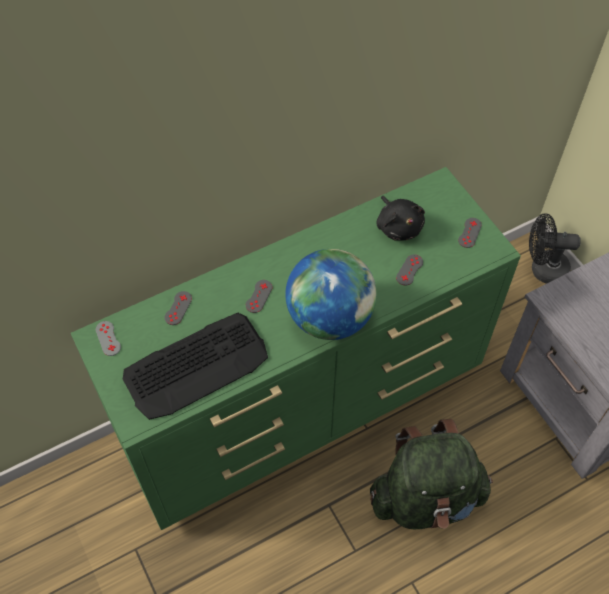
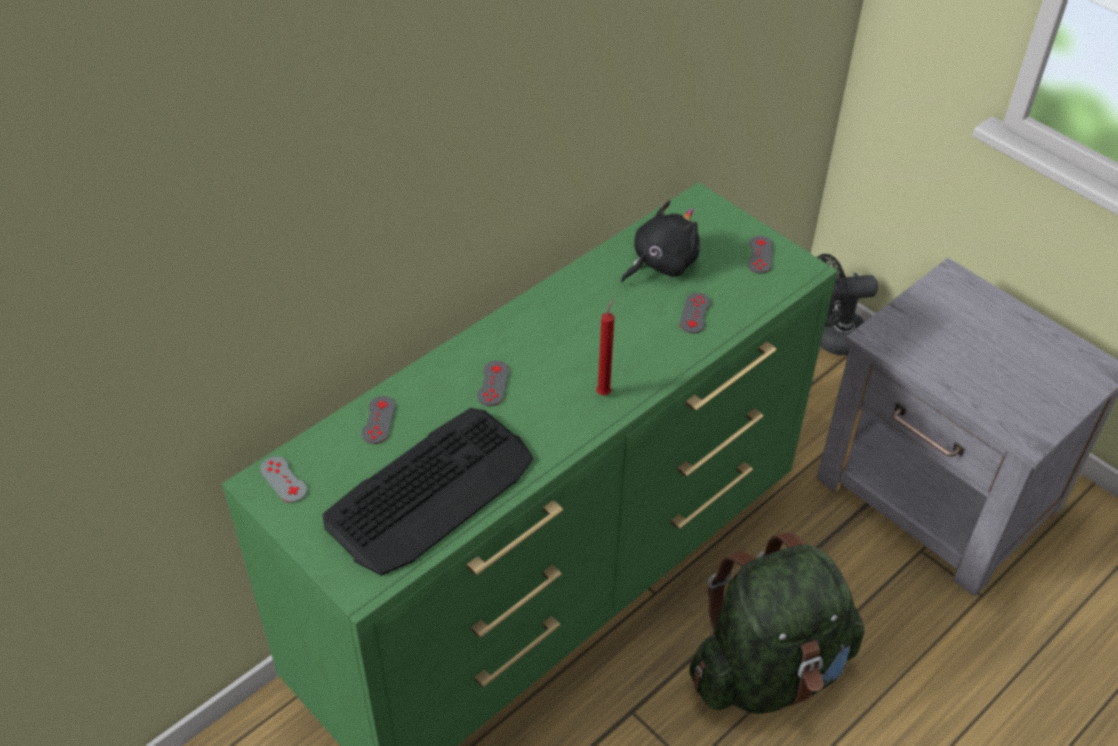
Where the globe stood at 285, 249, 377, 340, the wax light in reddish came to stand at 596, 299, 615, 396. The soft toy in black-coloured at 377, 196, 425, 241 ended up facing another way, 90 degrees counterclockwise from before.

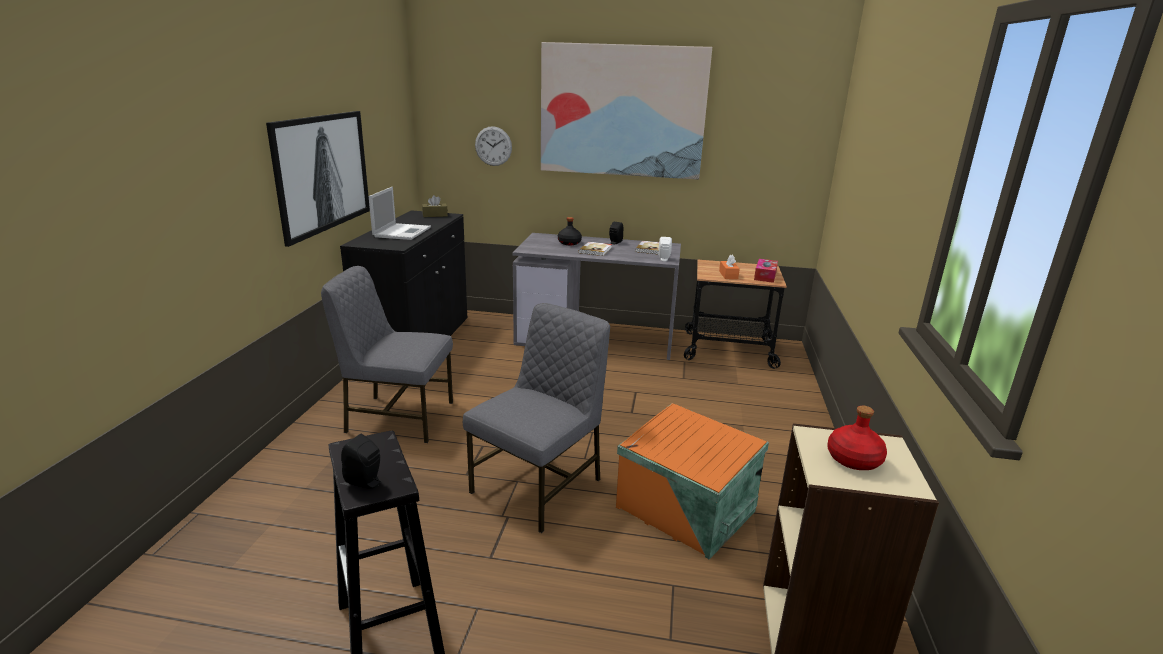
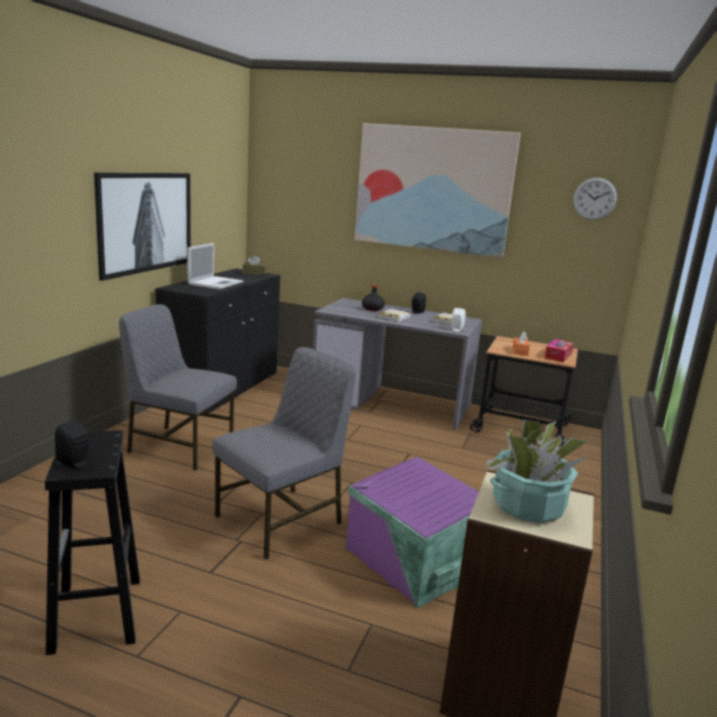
What was the storage bin in orange-coloured at 616, 403, 769, 559 turned into the storage bin in purple at 346, 457, 479, 608. Where the bottle in reddish stood at 827, 406, 887, 470, the plant in a pot came to stand at 487, 420, 588, 523. The clock on the wall ended up elsewhere, having gone from 475, 126, 512, 166 to 573, 178, 617, 220.

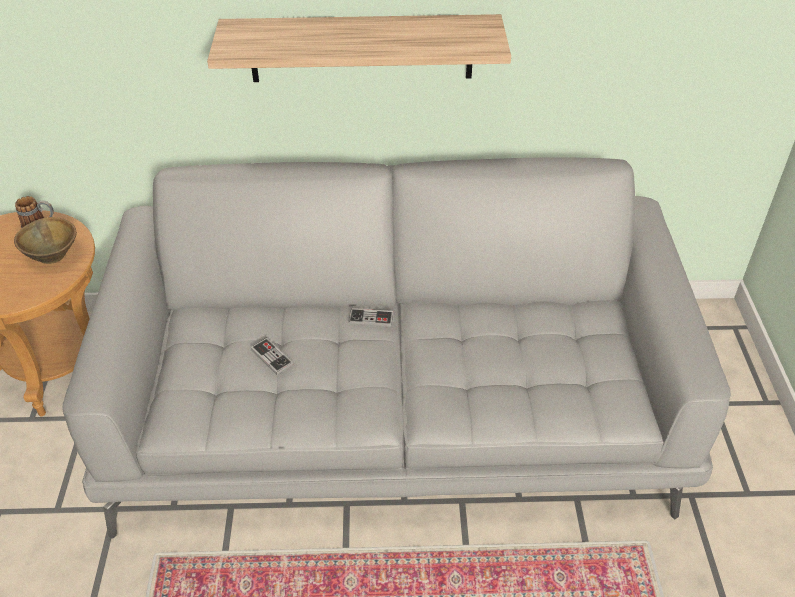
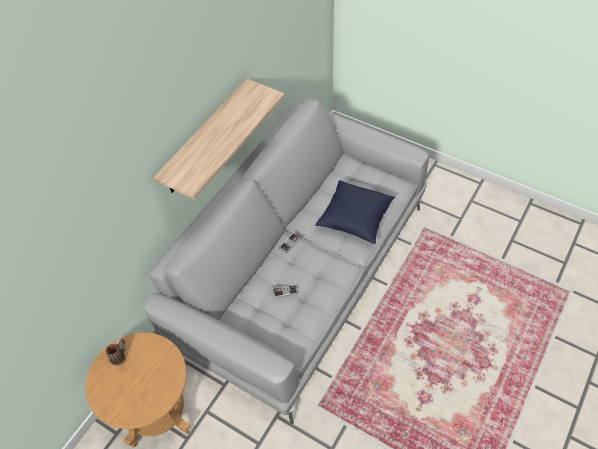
The second view gained the cushion in blue-coloured at 315, 180, 395, 244. The second view lost the bowl in brown-coloured at 14, 217, 77, 264.

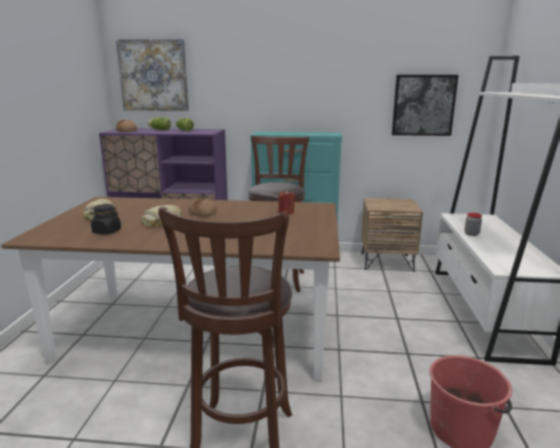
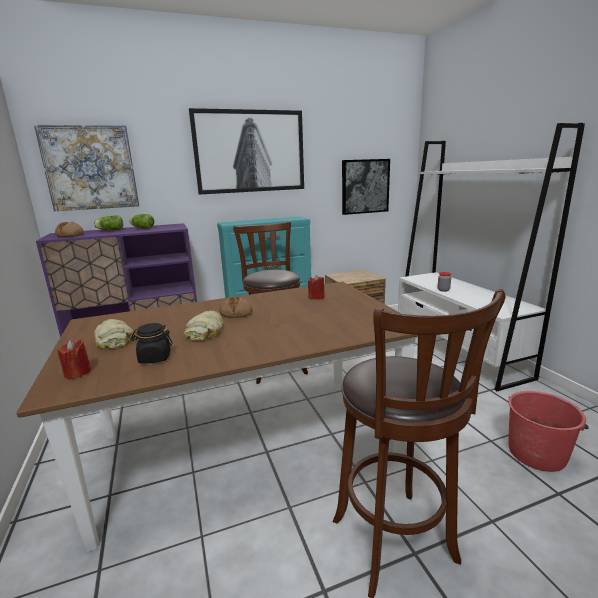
The second view gained the wax light in reddish at 58, 339, 91, 379. The second view gained the wall art at 189, 108, 304, 195.

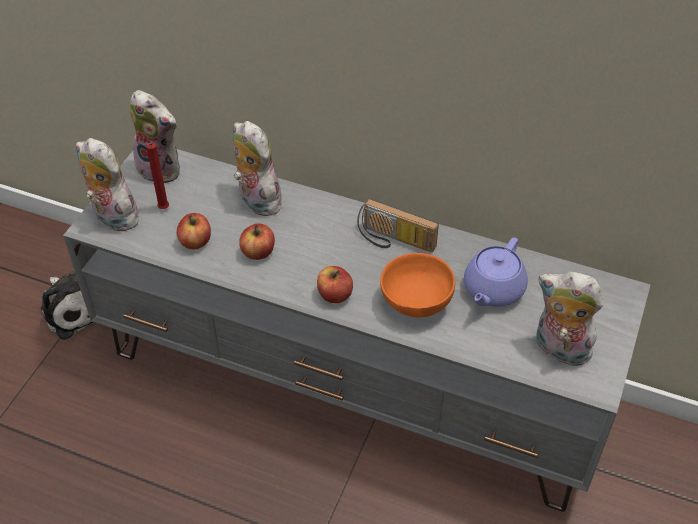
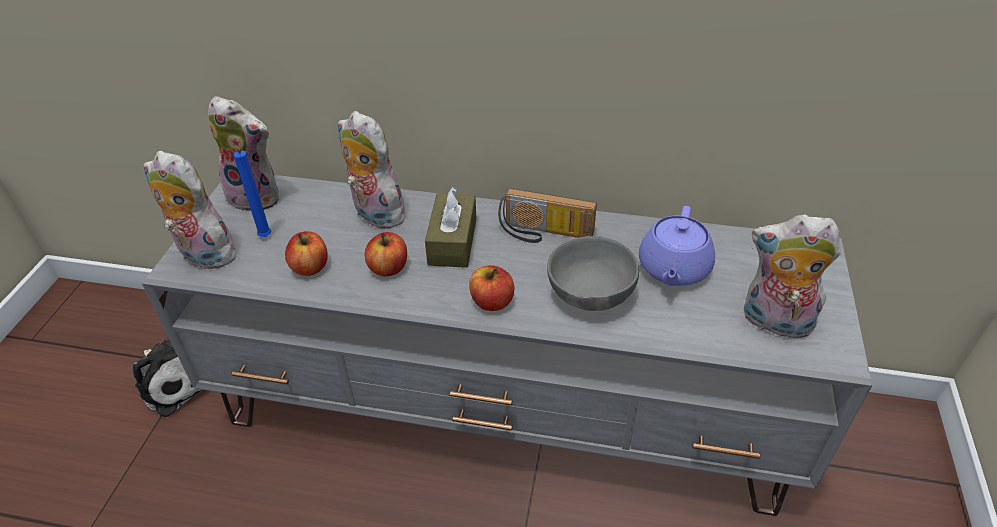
What was the wax light in reddish at 146, 142, 169, 209 turned into the wax light in blue-coloured at 234, 149, 271, 237. The second view gained the tissue box in brown-coloured at 425, 187, 476, 268. What was the bowl in orange-coloured at 380, 253, 455, 318 turned into the bowl in greyish at 547, 236, 639, 311.

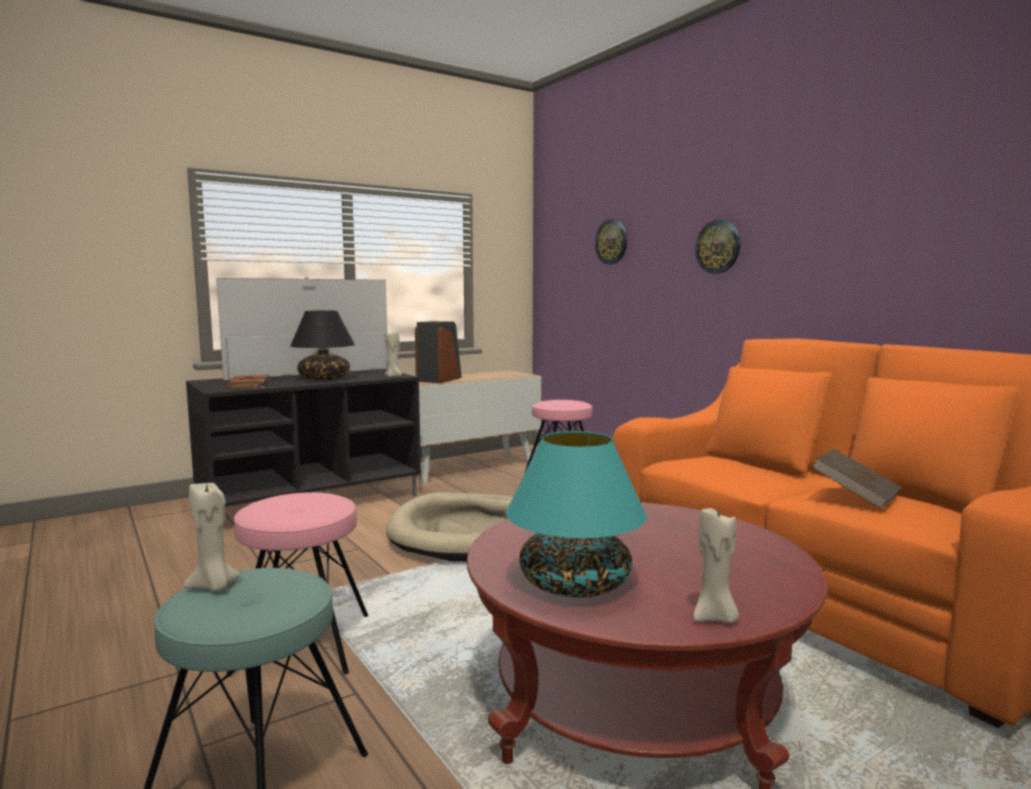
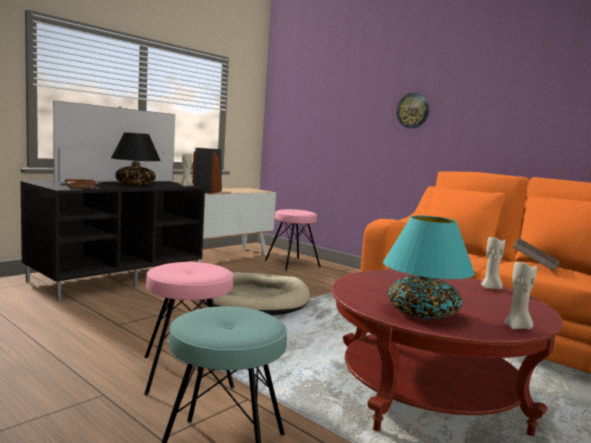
The wax light in beige-coloured ended up elsewhere, having gone from 184, 480, 241, 591 to 481, 237, 505, 289. The second view lost the clock on the wall at 595, 219, 627, 264.

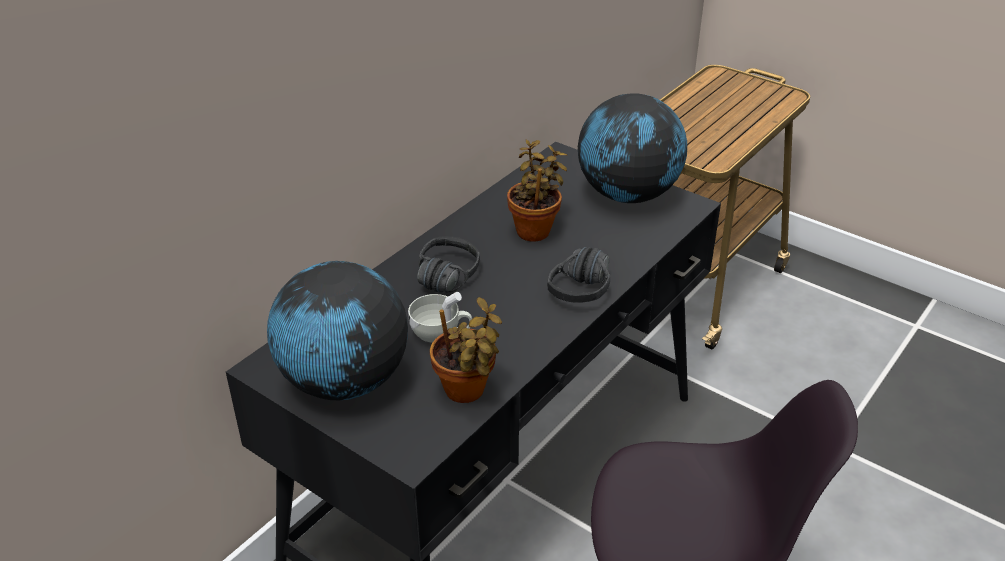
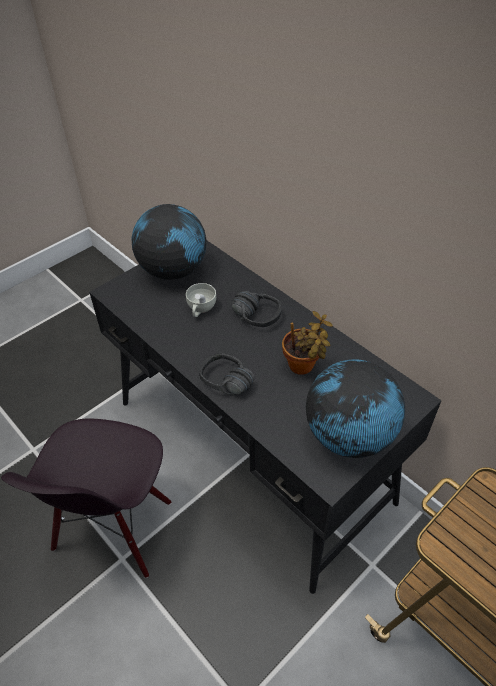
The second view lost the plant in a pot at 430, 297, 502, 403.

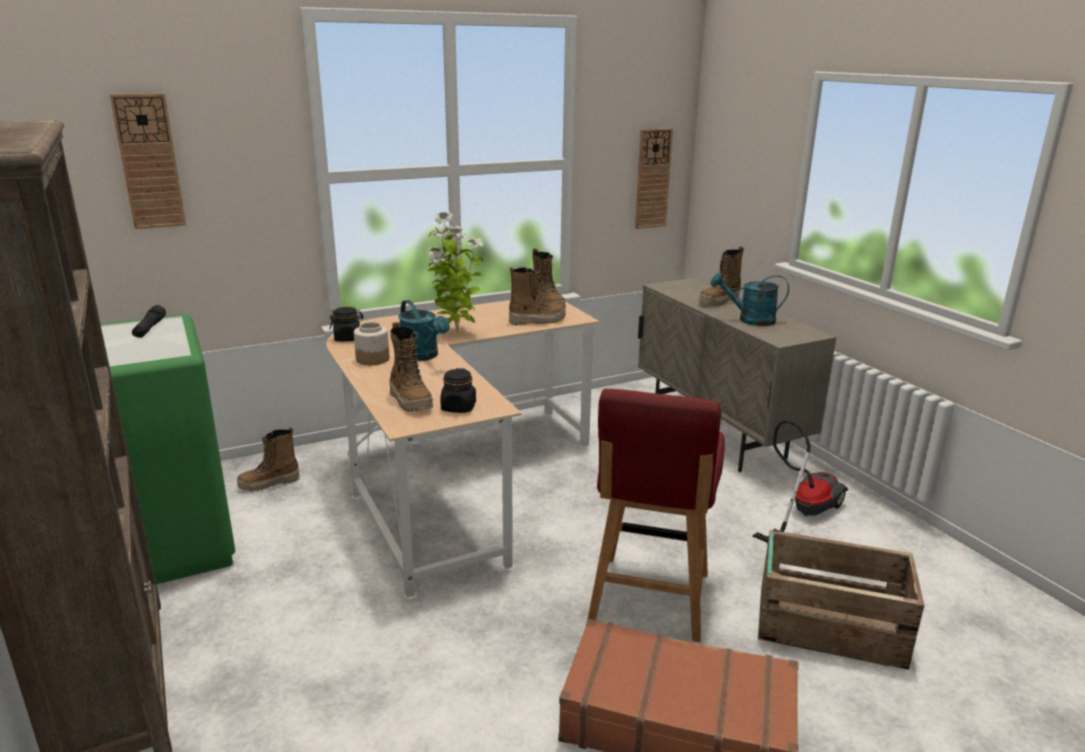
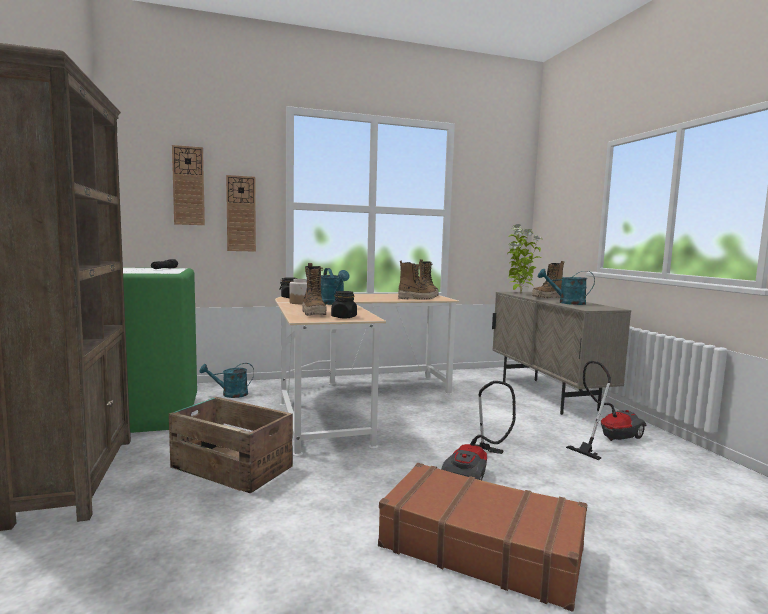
The crate ended up elsewhere, having gone from 758, 530, 924, 670 to 169, 397, 293, 494. Where the tall boot stood at 237, 427, 300, 492, the watering can in turquoise came to stand at 199, 363, 254, 398. The clock on the wall ended up elsewhere, having gone from 635, 128, 673, 229 to 226, 175, 256, 252. Where the upright chair in reddish stood at 587, 389, 725, 642, the vacuum came to stand at 441, 381, 516, 480. The plant in a pot ended up elsewhere, having gone from 427, 212, 484, 333 to 507, 224, 543, 292.

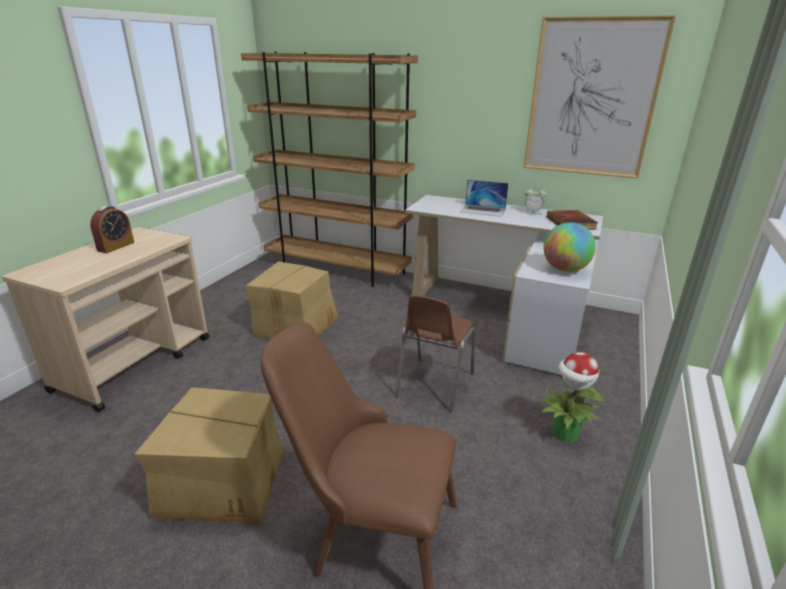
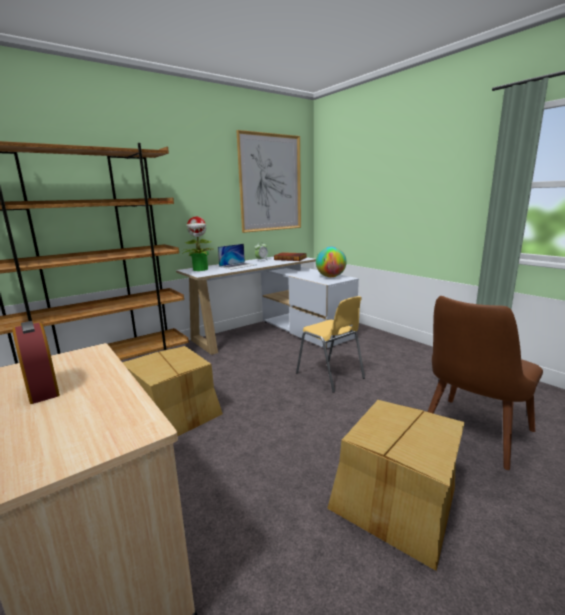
The plant in a pot ended up elsewhere, having gone from 538, 352, 605, 443 to 183, 216, 215, 271. What was the upright chair in brown-coloured at 395, 295, 475, 412 turned into the upright chair in yellow at 296, 296, 365, 393.

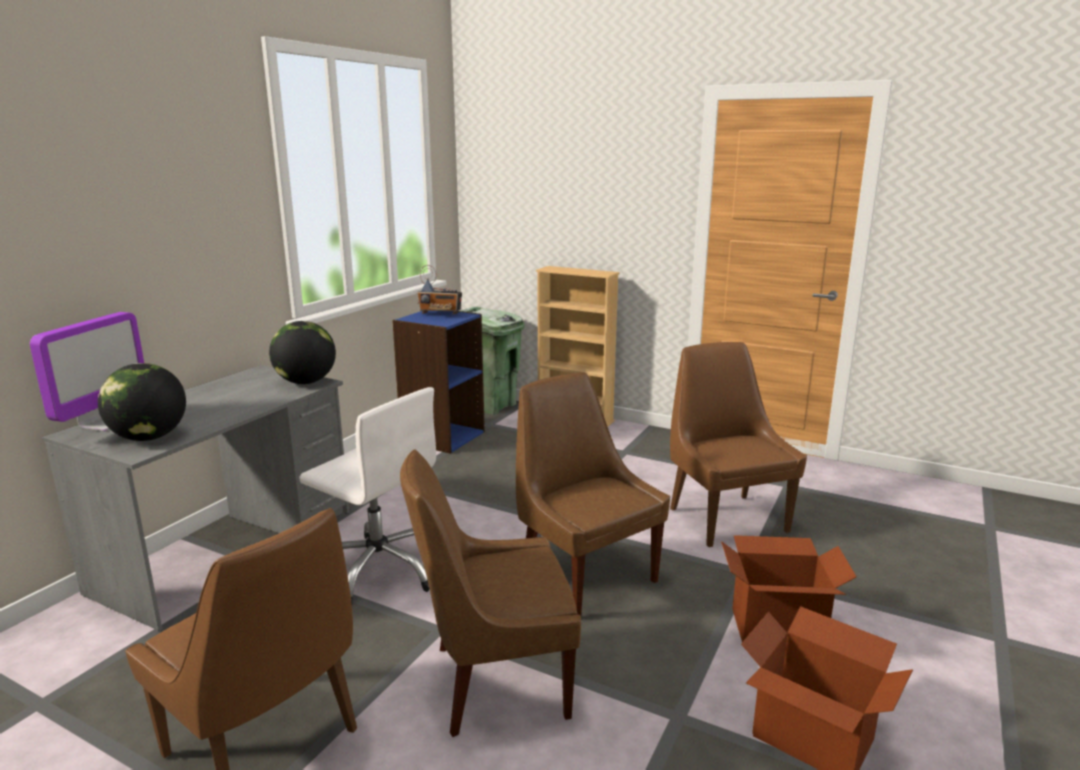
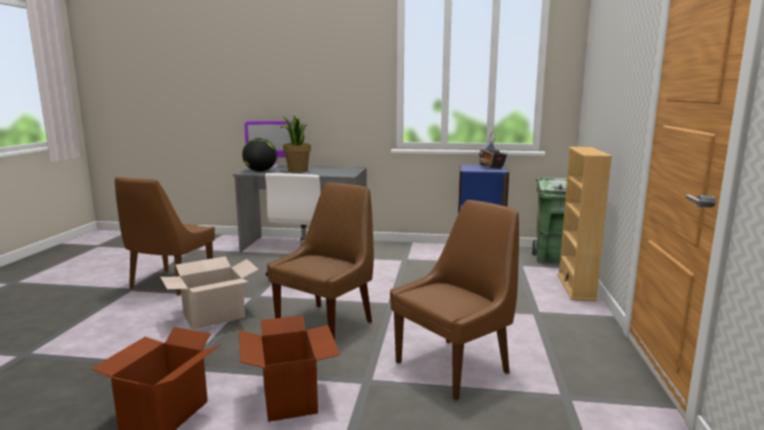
Where the upright chair in brown-coloured stood at 400, 450, 581, 737, the carton came to stand at 160, 256, 259, 329. The second view gained the plant in a pot at 280, 115, 311, 172. The second view lost the globe at 269, 321, 336, 384.

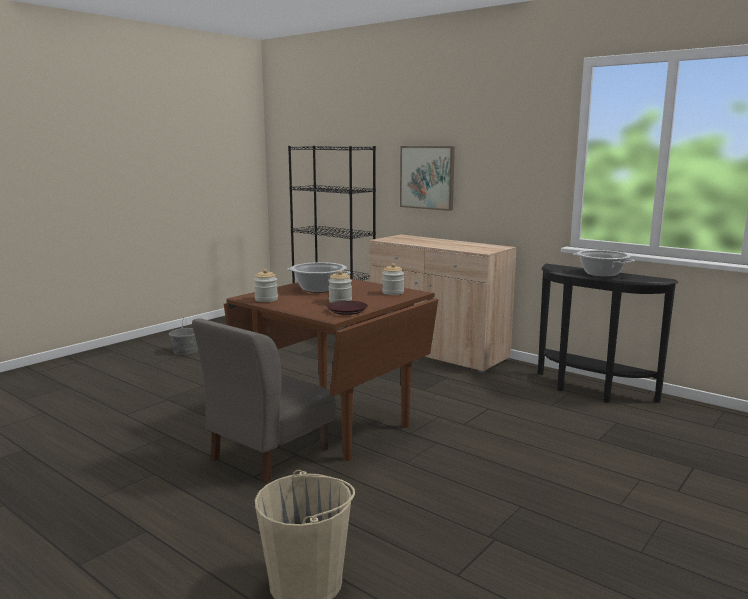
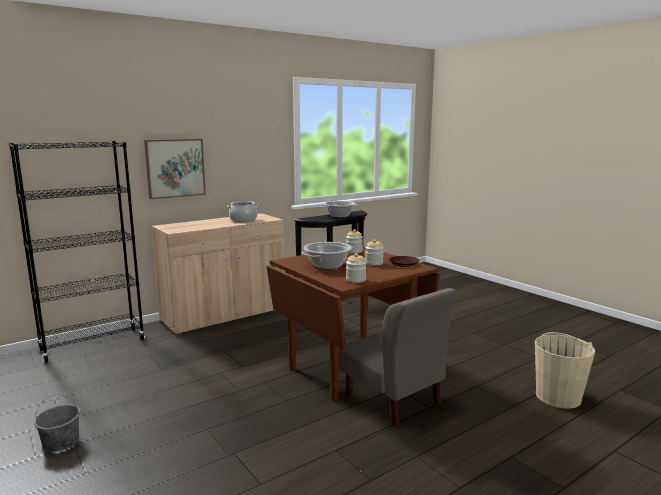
The second view gained the saucepot at 227, 201, 259, 222.

